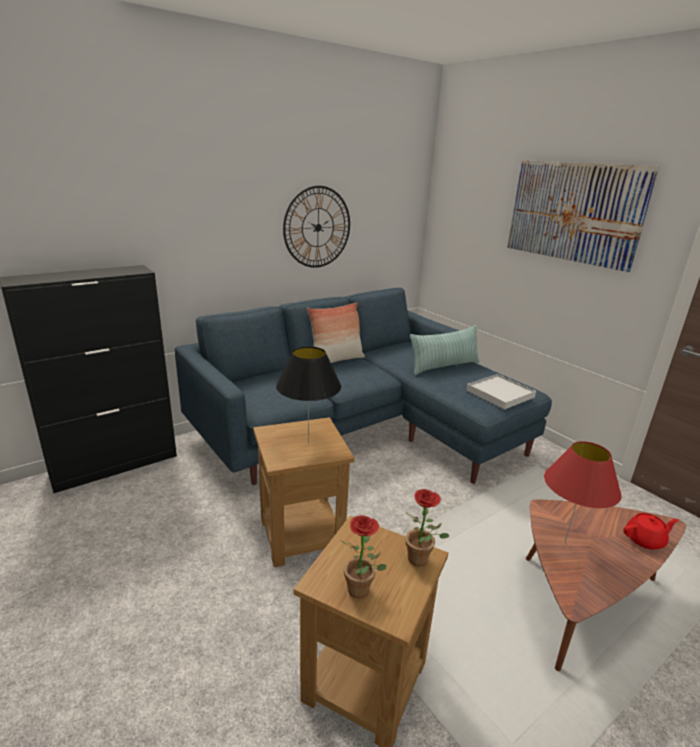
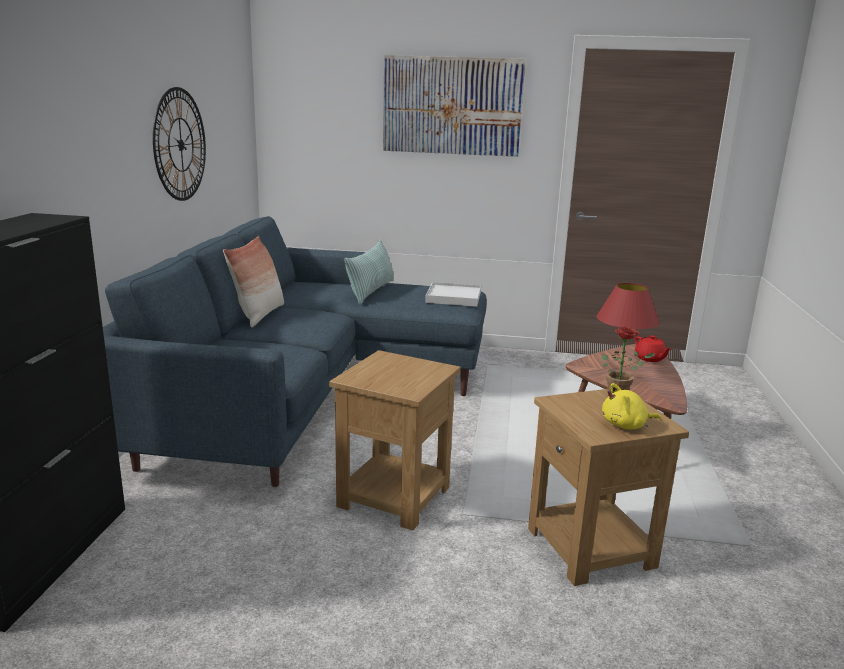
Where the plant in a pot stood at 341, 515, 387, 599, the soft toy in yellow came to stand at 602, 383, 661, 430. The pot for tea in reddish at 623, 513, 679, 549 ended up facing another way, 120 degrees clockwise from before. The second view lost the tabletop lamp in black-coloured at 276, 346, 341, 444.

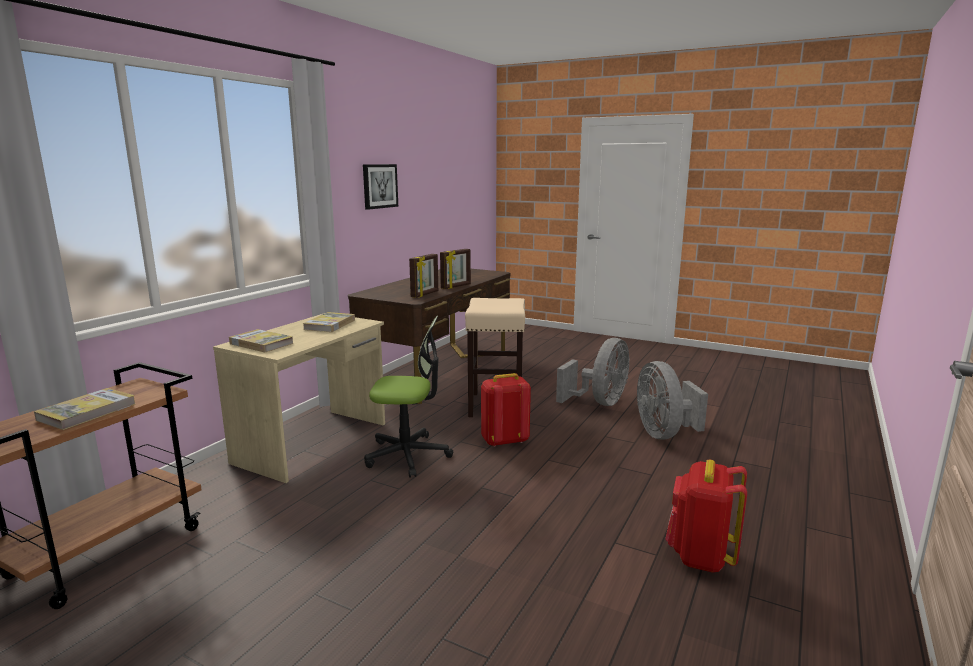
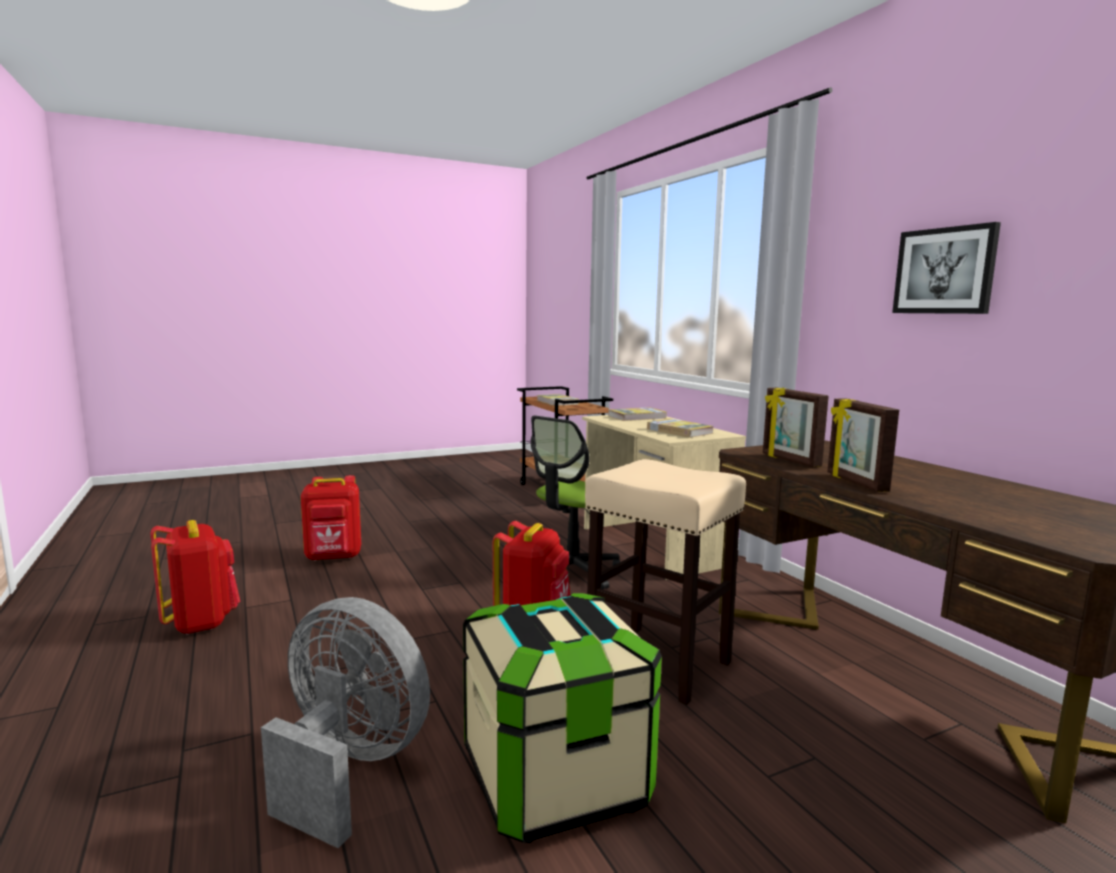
The second view gained the knapsack in reddish at 301, 475, 361, 561. Where the fan in greyish stood at 556, 338, 630, 406, the storage bin came to stand at 463, 593, 662, 843.

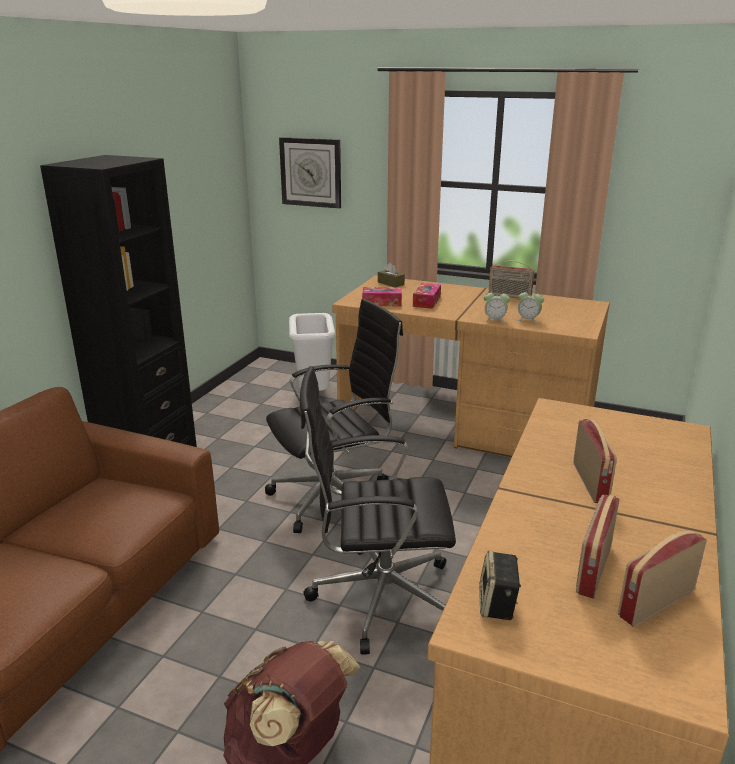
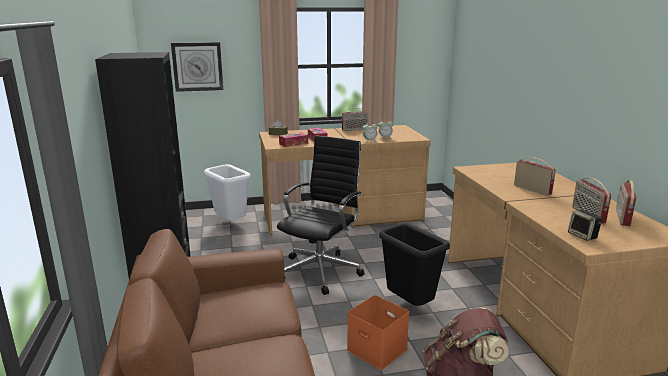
The second view gained the storage bin in orange-coloured at 347, 295, 409, 370. Where the desk chair in black-coloured stood at 300, 366, 456, 655, the trash can in black-coloured came to stand at 379, 223, 450, 306.

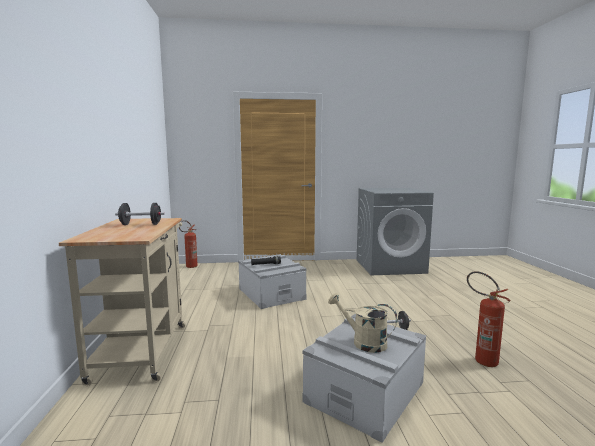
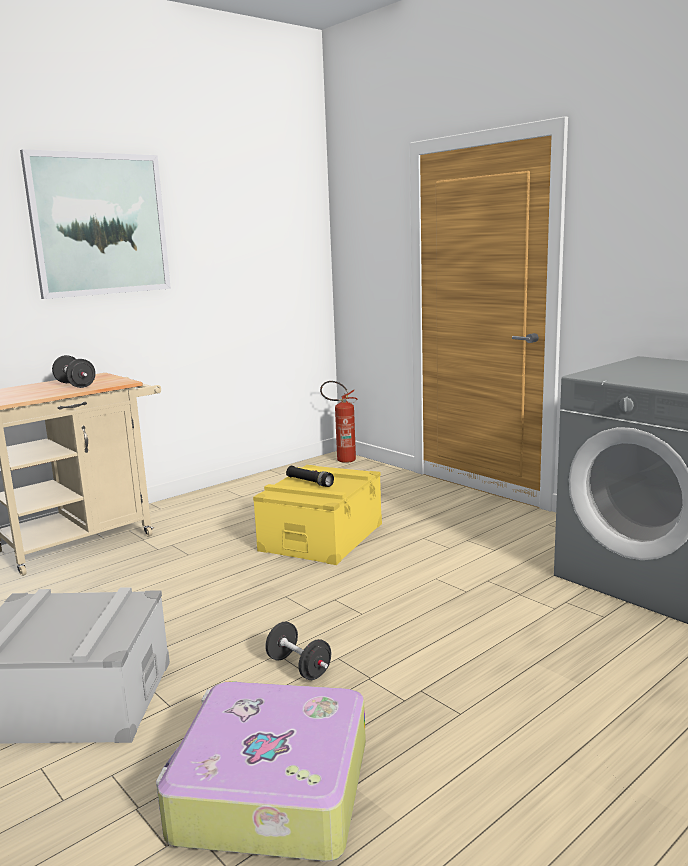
The second view gained the wall art at 20, 149, 171, 299. Where the extinguisher stood at 467, 271, 510, 367, the travel case came to stand at 156, 682, 366, 861. What was the storage bin in greyish at 238, 254, 307, 309 turned into the storage bin in yellow at 253, 465, 382, 565. The second view lost the watering can in beige-coloured at 328, 293, 398, 353.

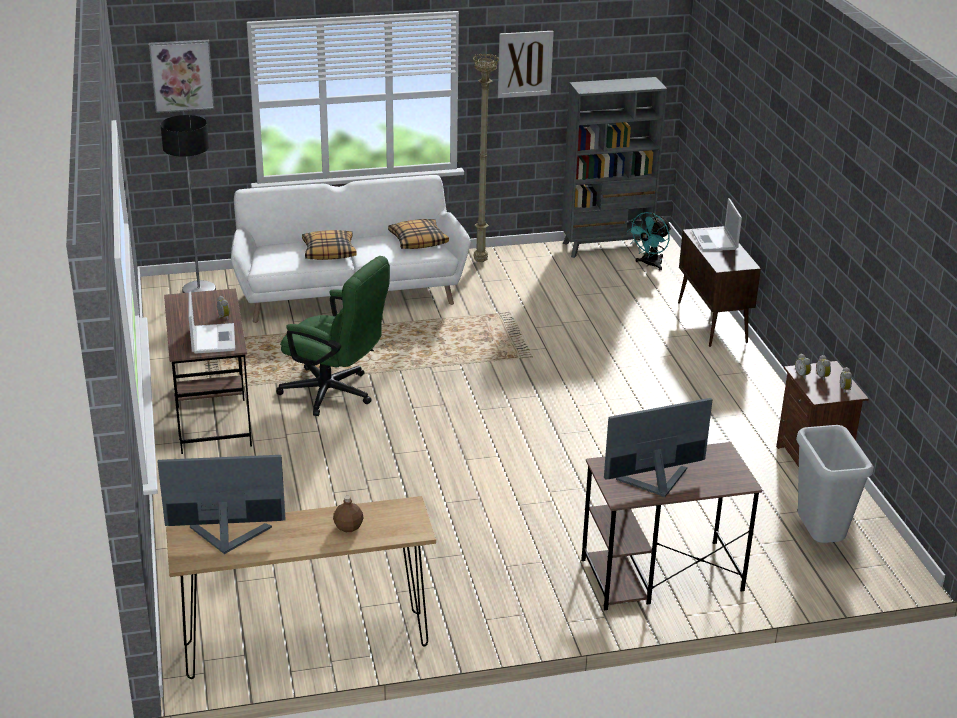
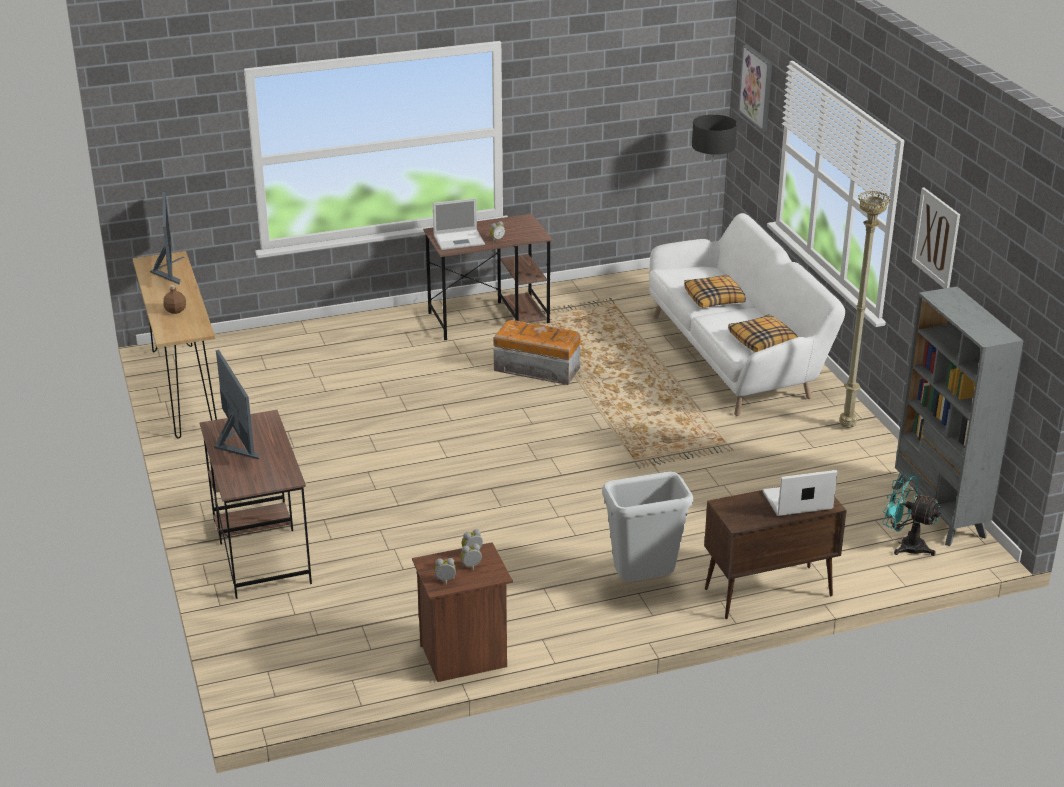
Where the desk chair in greenish stood at 276, 256, 390, 416, the storage bin came to stand at 493, 320, 581, 385. The trash can in greyish ended up elsewhere, having gone from 796, 425, 874, 543 to 602, 472, 693, 581.

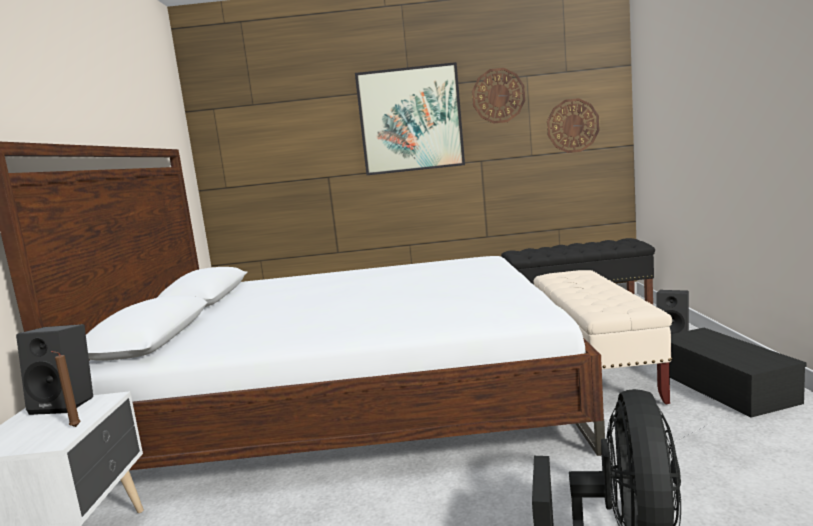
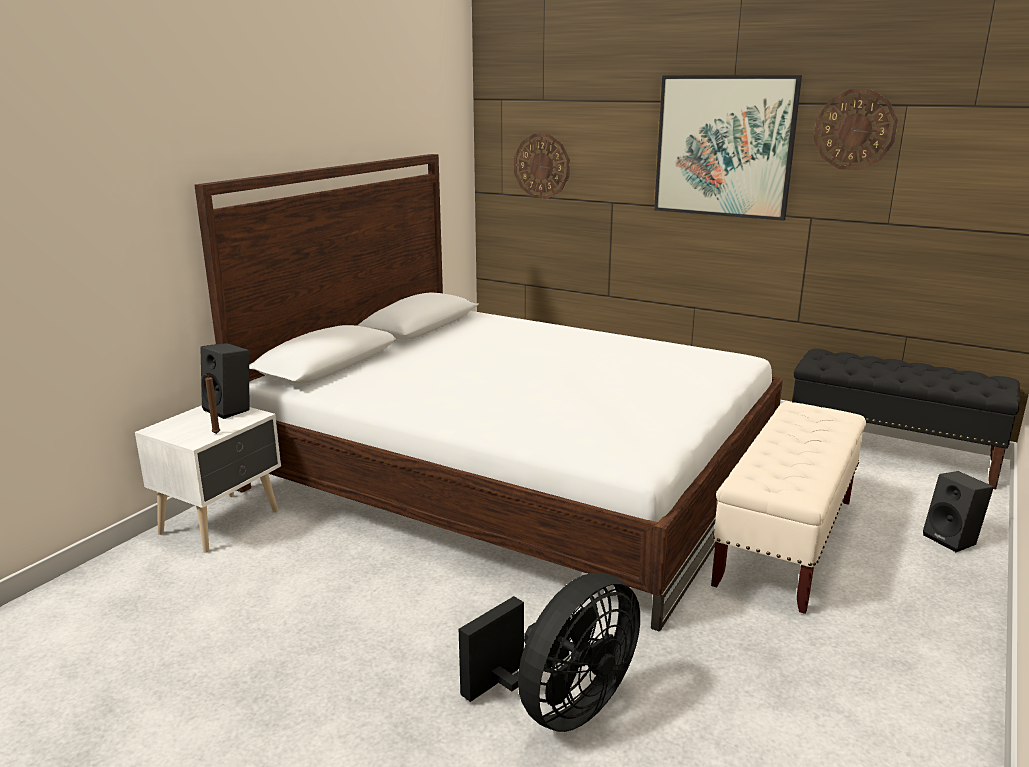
The clock on the wall ended up elsewhere, having gone from 547, 98, 600, 153 to 514, 134, 570, 199. The second view lost the storage bin in black-coloured at 669, 328, 807, 418.

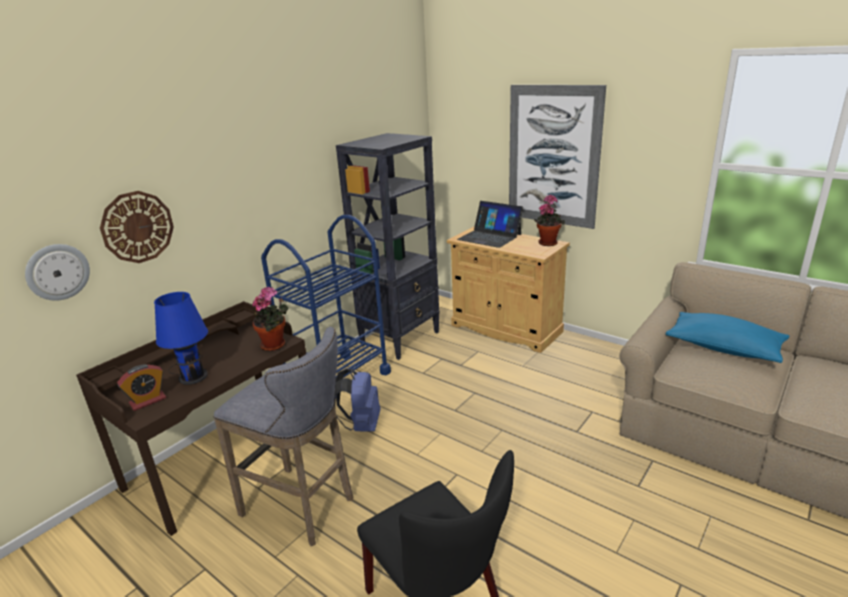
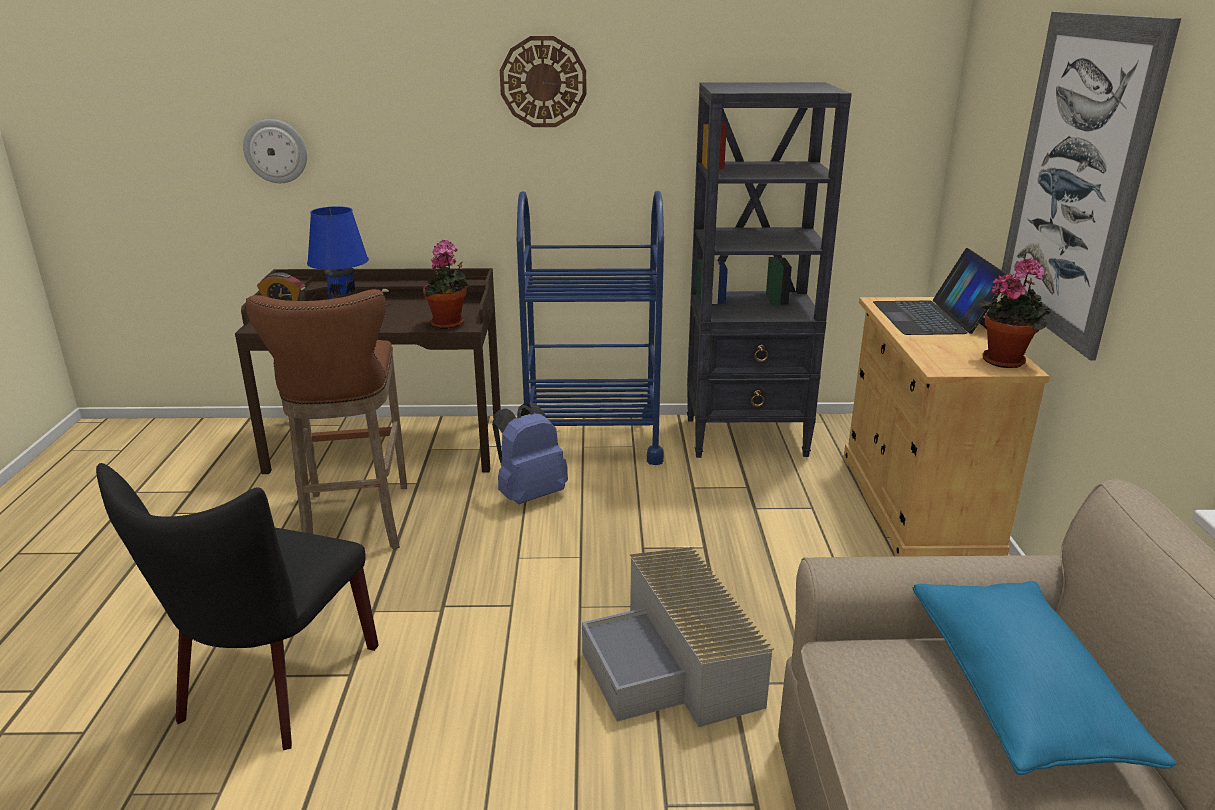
What was the stool in greyish at 213, 327, 353, 546 turned into the stool in brown-coloured at 246, 289, 407, 550. The clock on the wall ended up elsewhere, having gone from 100, 191, 174, 263 to 500, 36, 587, 127. The second view gained the storage bin in greyish at 582, 547, 774, 727.

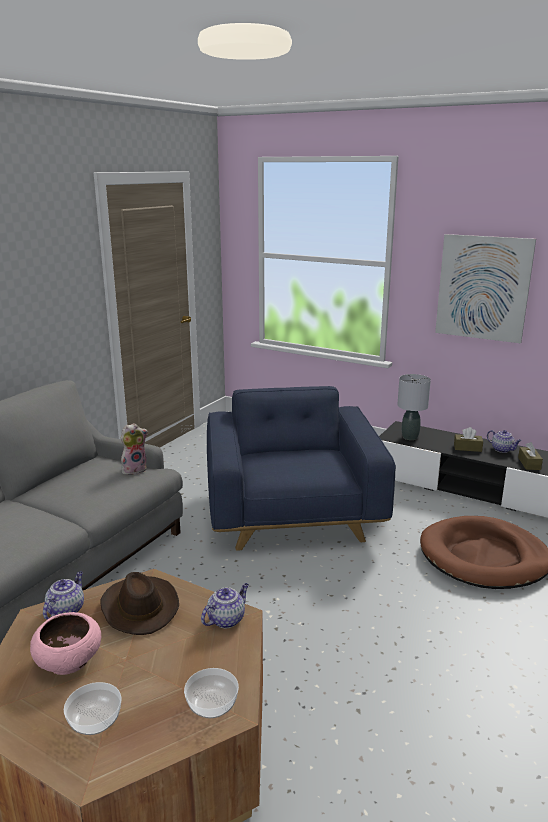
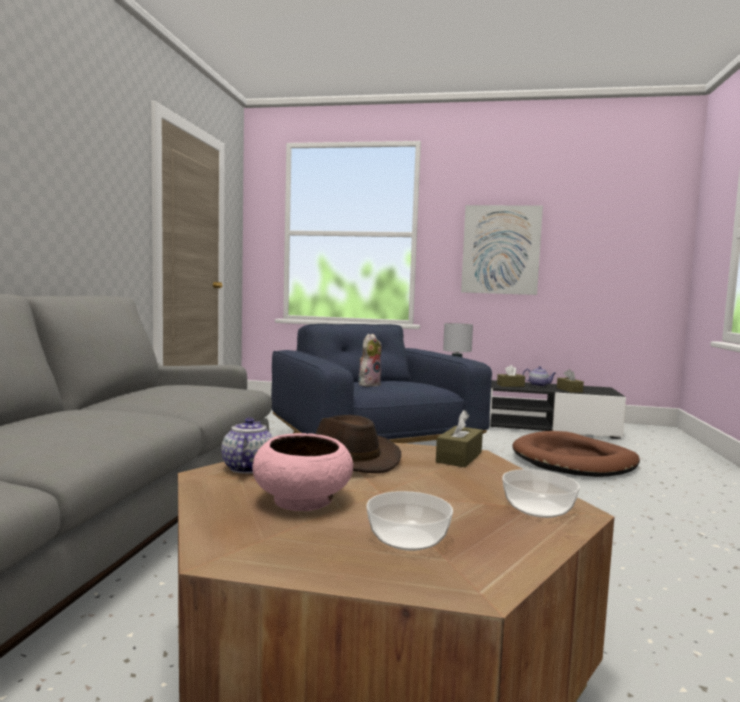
The soft toy ended up elsewhere, having gone from 120, 423, 148, 475 to 358, 334, 382, 387. Where the pot for tea stood at 201, 583, 249, 628, the tissue box in brown-coloured came to stand at 436, 410, 483, 467.

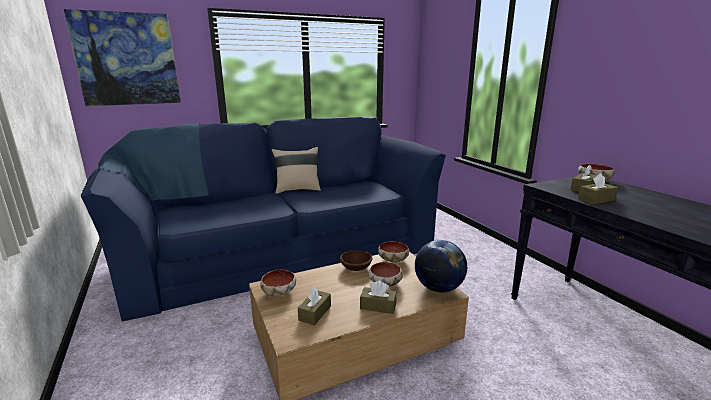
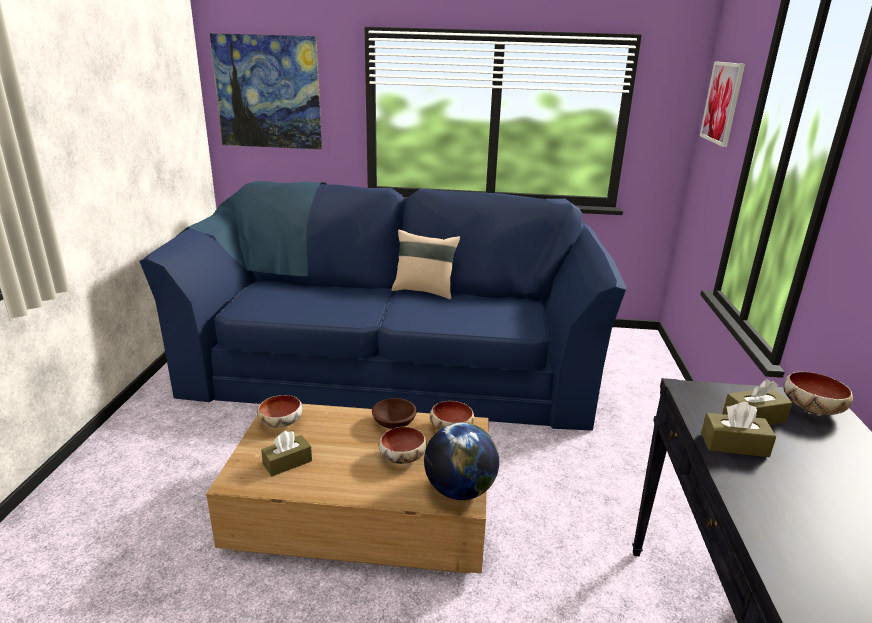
The second view gained the wall art at 700, 61, 745, 147. The second view lost the tissue box in brown-coloured at 360, 281, 397, 314.

